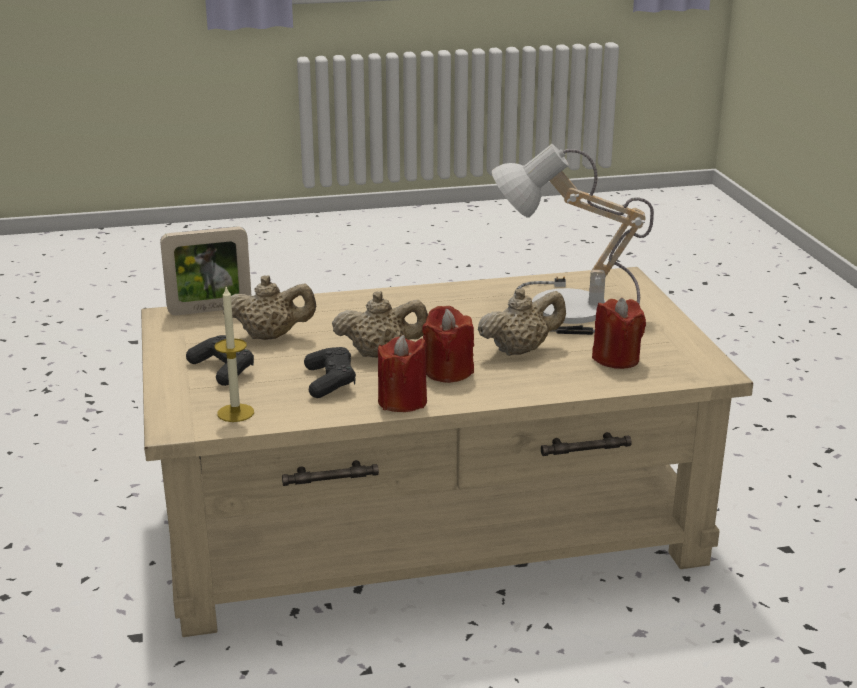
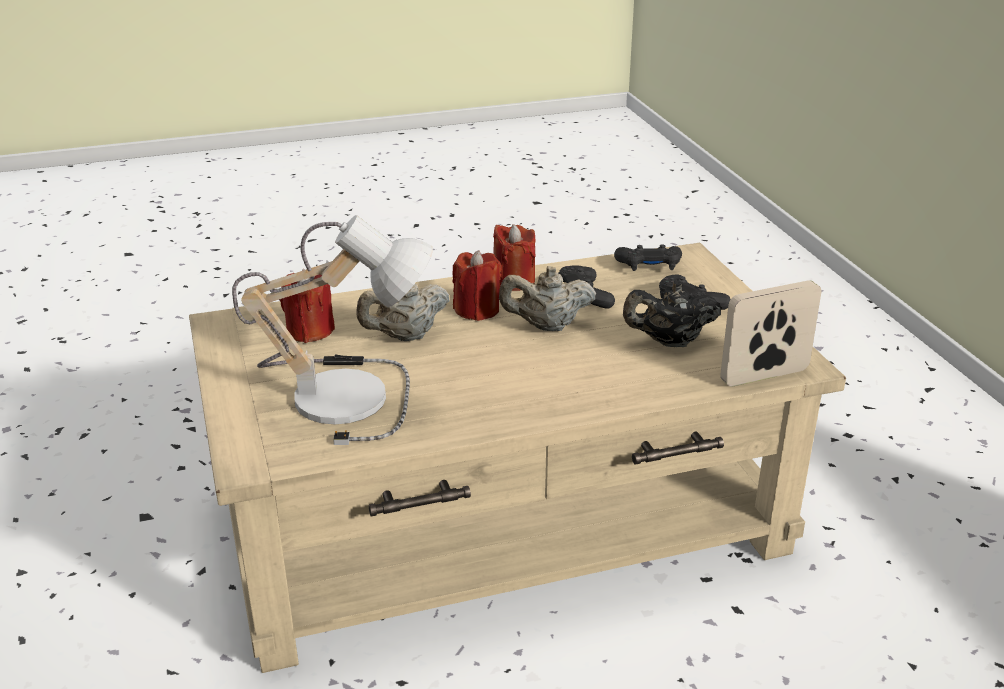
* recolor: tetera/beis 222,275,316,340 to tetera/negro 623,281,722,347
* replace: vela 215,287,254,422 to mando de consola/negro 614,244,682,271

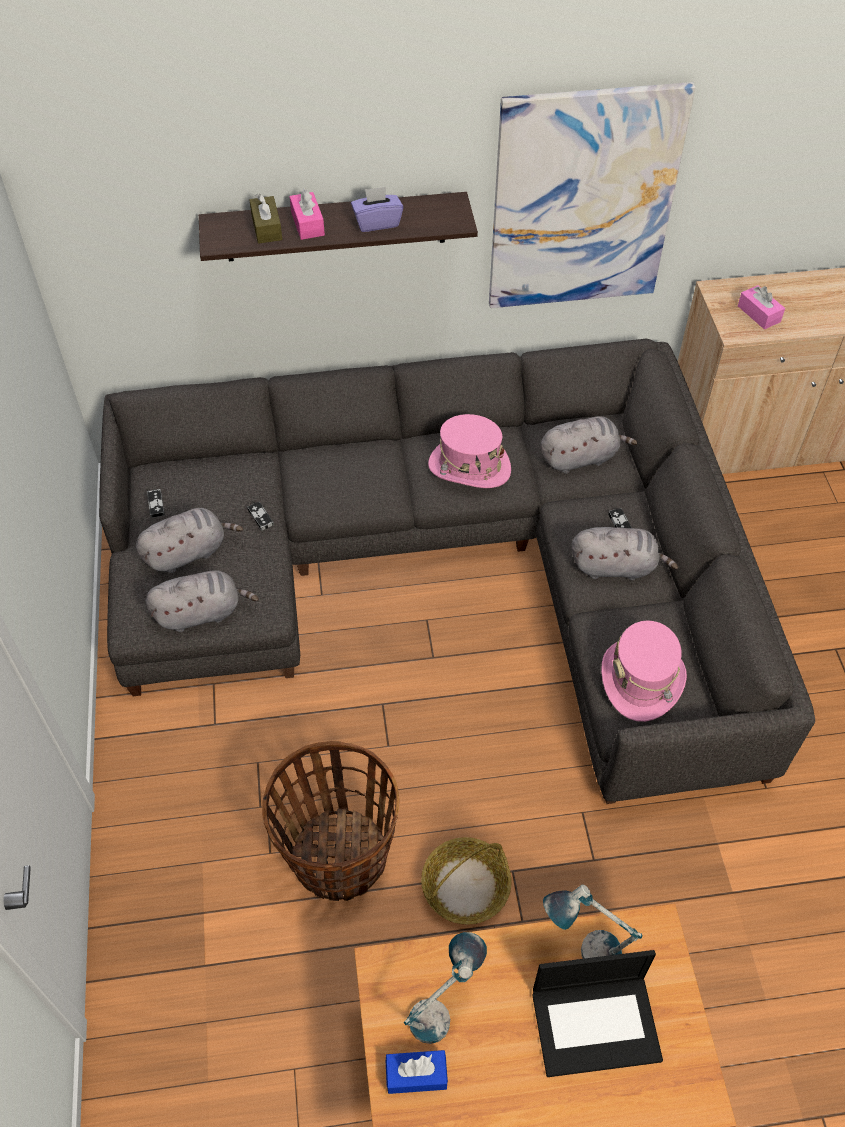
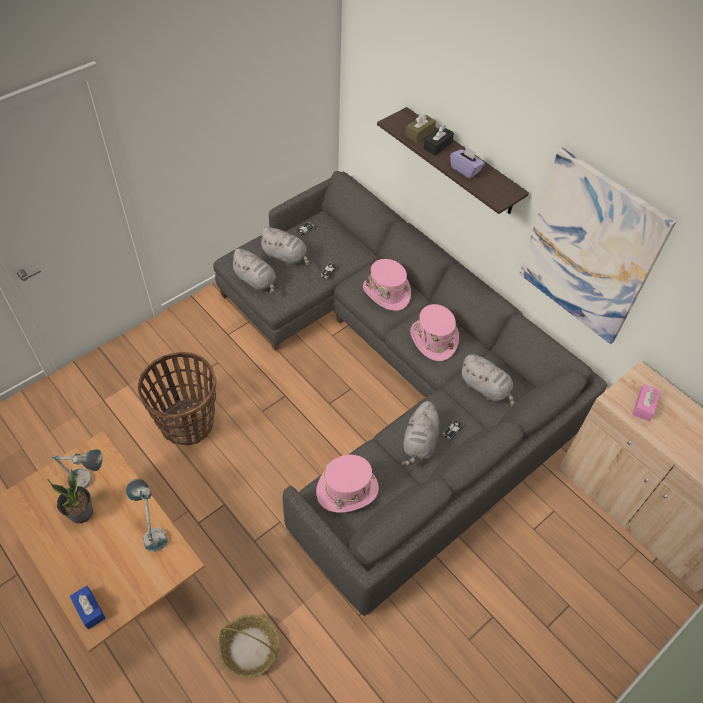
* recolor: caja de pañuelos/rosa 289,188,325,240 to caja de pañuelos/negro 423,125,454,156
* rotate: peluche/gris 572,527,679,580 = 402,401,440,466 45 degrees clockwise
* move: cesta 421,837,512,925 to 218,614,280,678
* delete: portátil 532,950,663,1077
* move: caja de pañuelos/azul 386,1050,448,1094 to 70,586,105,629
* insert: sombrero/rosa 363,259,411,311
* insert: planta en maceta 47,469,93,524

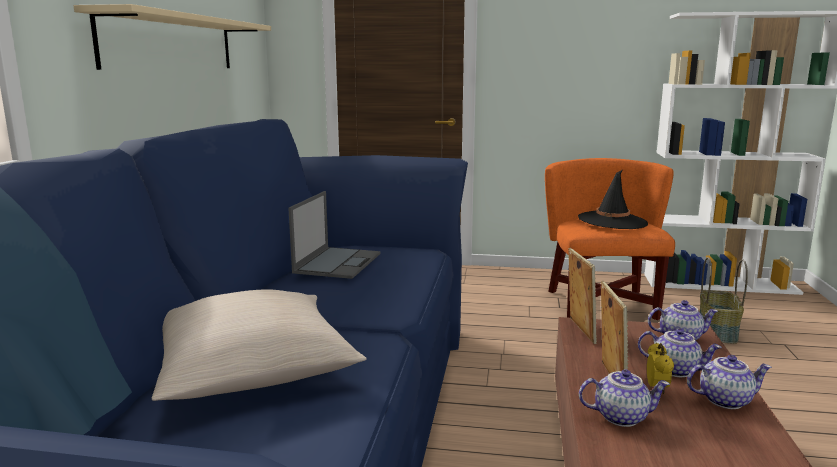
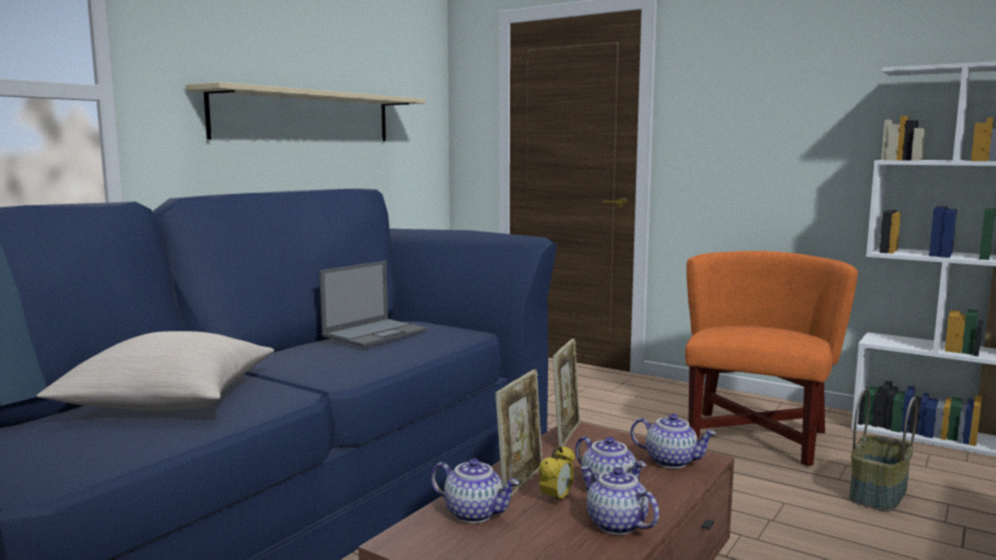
* delete: sombrero/negro 578,170,648,229
* rotate: tetera 687,355,772,409 = 581,466,659,535 150 degrees counterclockwise

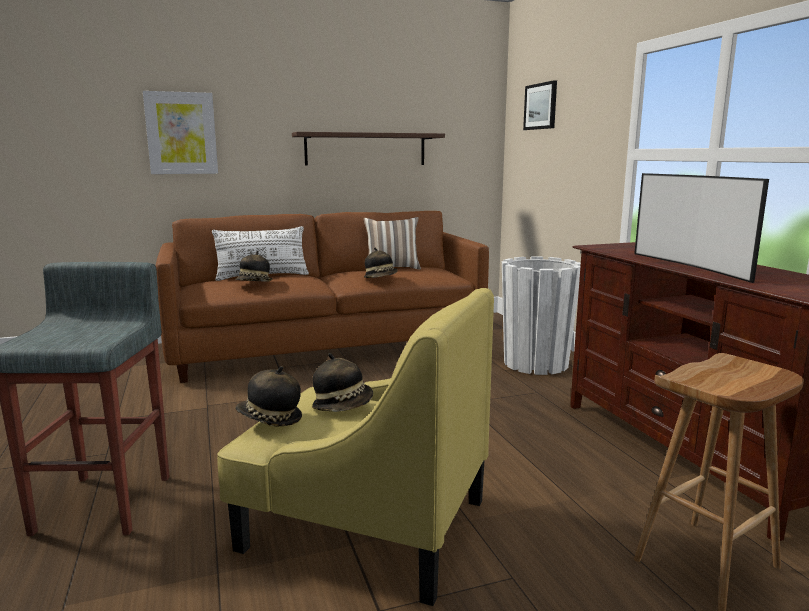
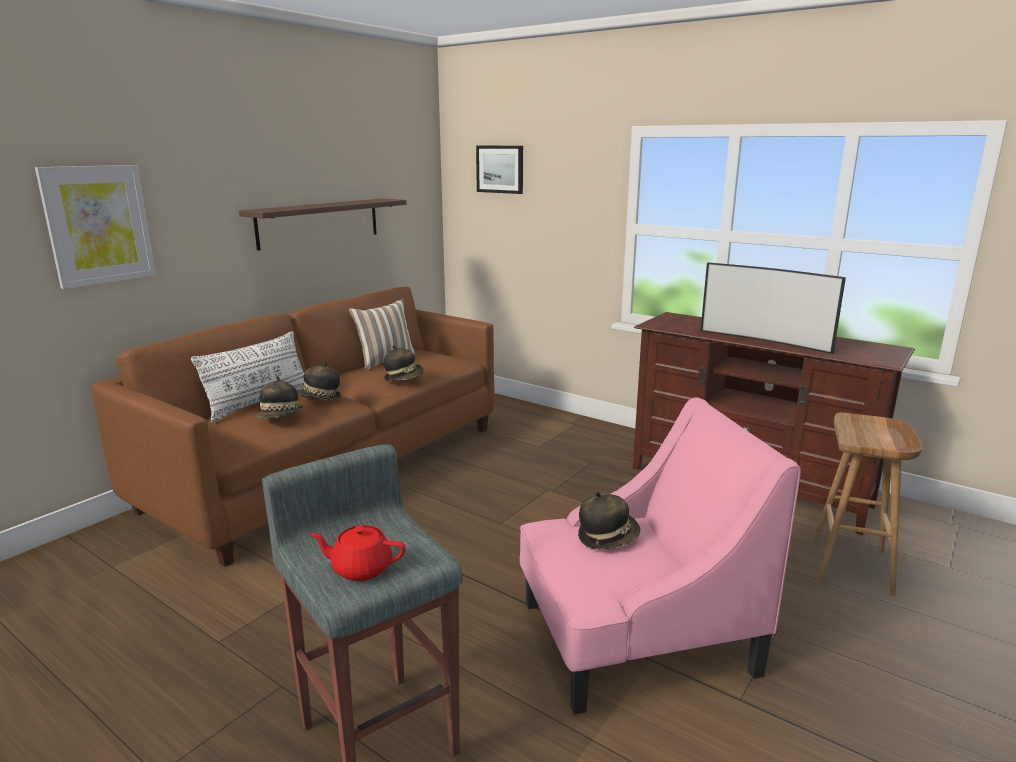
* delete: maceta/blanco 502,256,581,375
* recolor: sillón/amarillo 217,288,494,606 to sillón/rosa 520,397,801,715
* move: sombrero 235,366,302,427 to 297,362,341,400
* insert: tetera/rojo 310,525,406,581

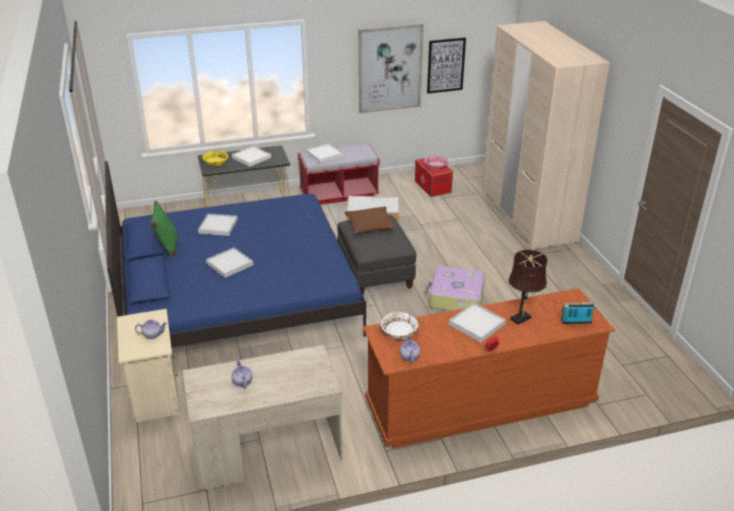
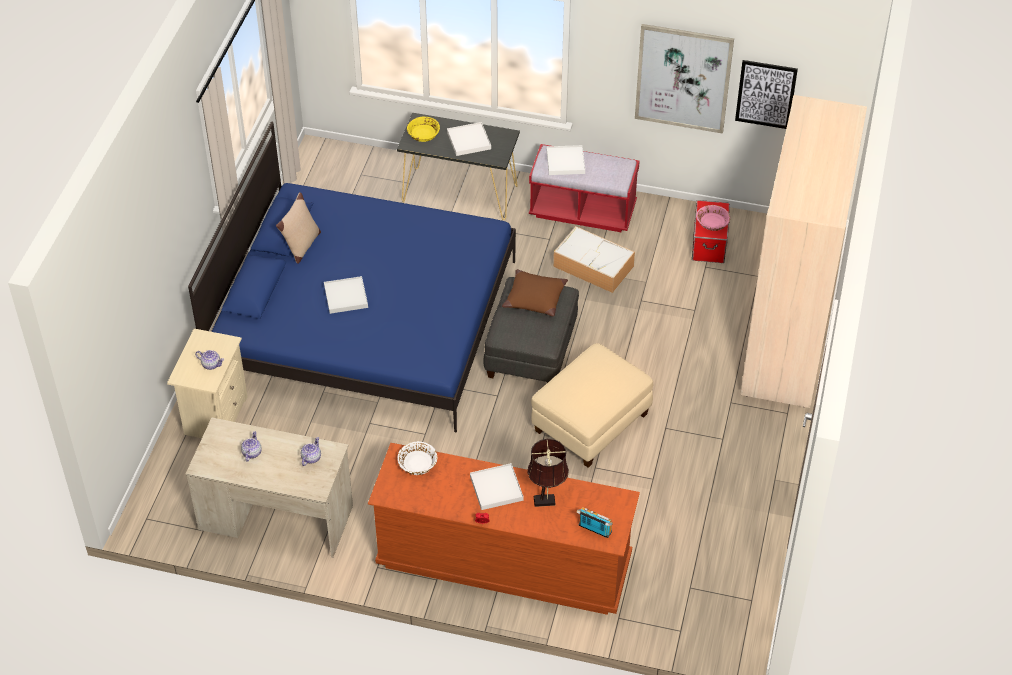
* recolor: cojín/verde 150,200,178,258 to cojín/beis 276,192,321,264
* delete: bandeja/blanco 198,214,238,236
* replace: maleta 425,266,485,311 to puf/beis 531,343,653,468
* move: tetera 400,335,420,363 to 301,437,321,466

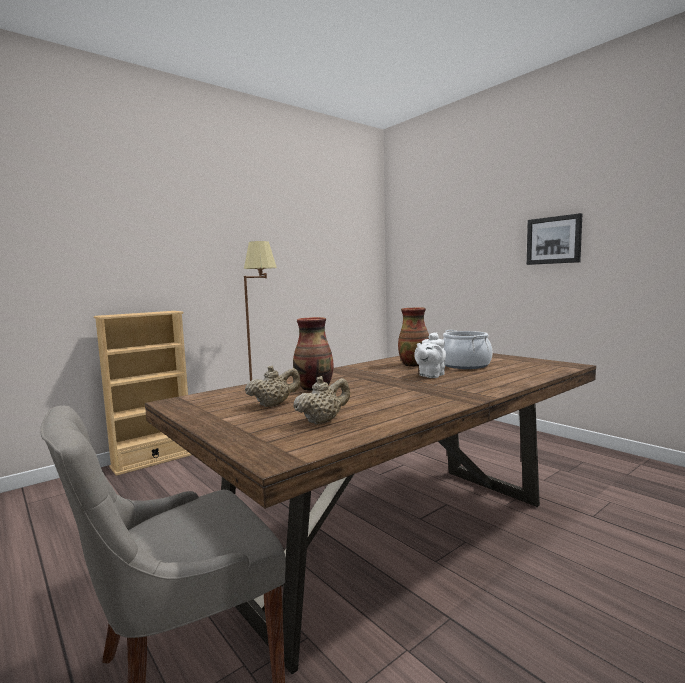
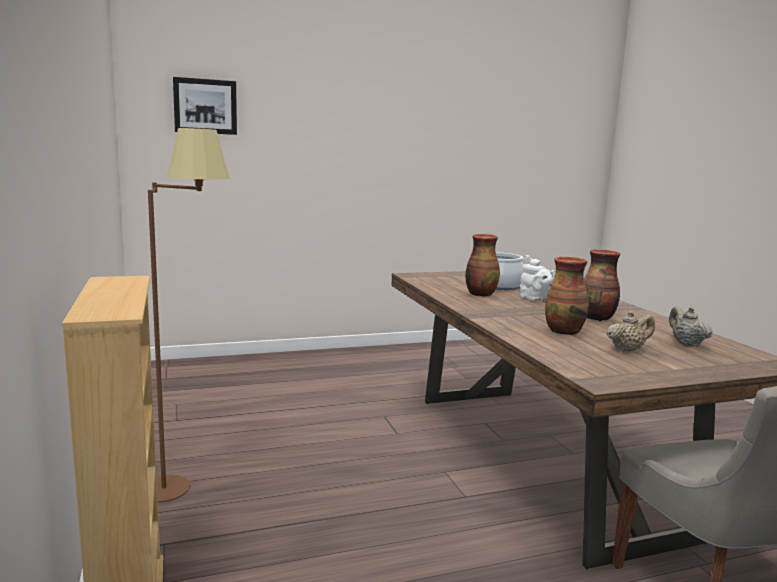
* move: cuadro 527,213,582,265 to 173,77,237,135
* rotate: tetera/beis 245,365,301,407 = 607,311,655,352 75 degrees clockwise
* insert: florero 584,250,620,321

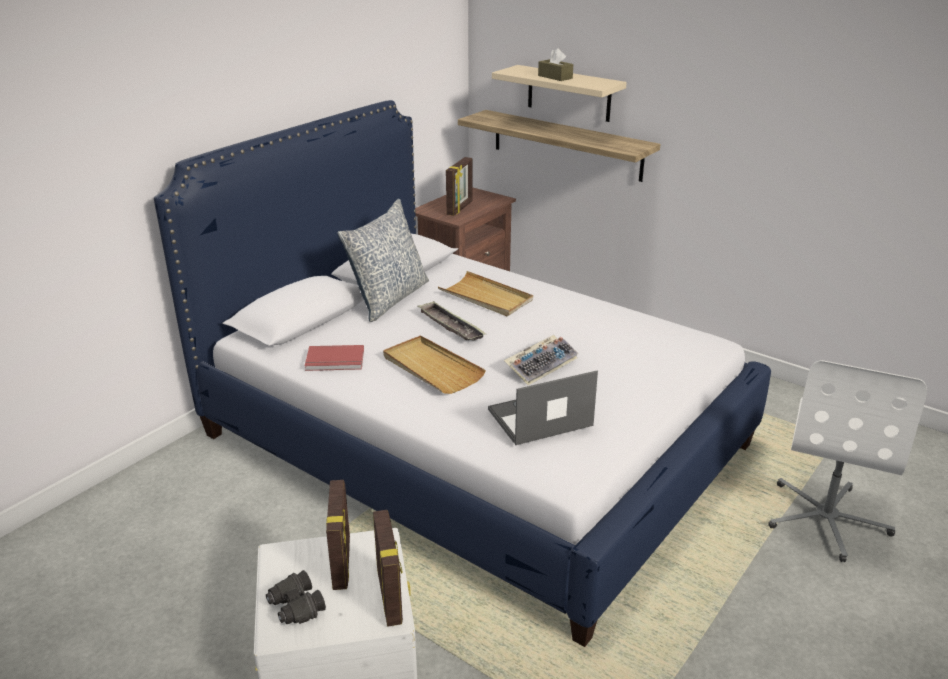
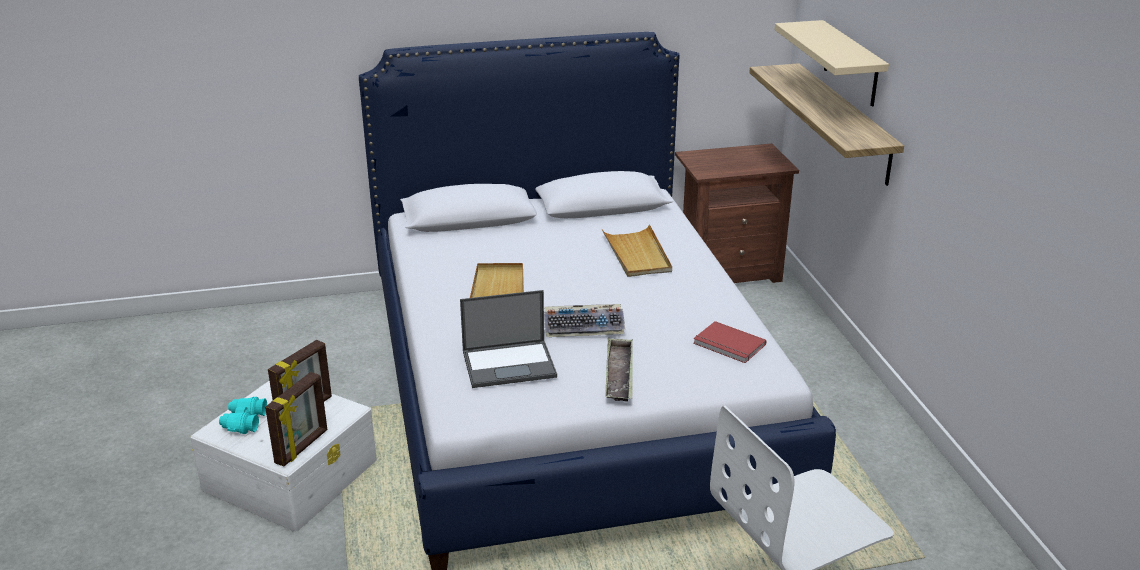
* delete: caja de pañuelos/marrón 538,48,573,81
* delete: portarretratos 446,157,472,216
* delete: cojín 337,199,429,322
* move: bandeja 417,301,487,340 to 605,338,633,402
* move: libro/rojo 305,345,364,371 to 693,321,766,363
* rotate: portátil 488,371,598,445 = 460,290,557,388 150 degrees clockwise
* recolor: prismáticos/negro 266,570,326,624 to prismáticos/turquesa 219,397,267,434

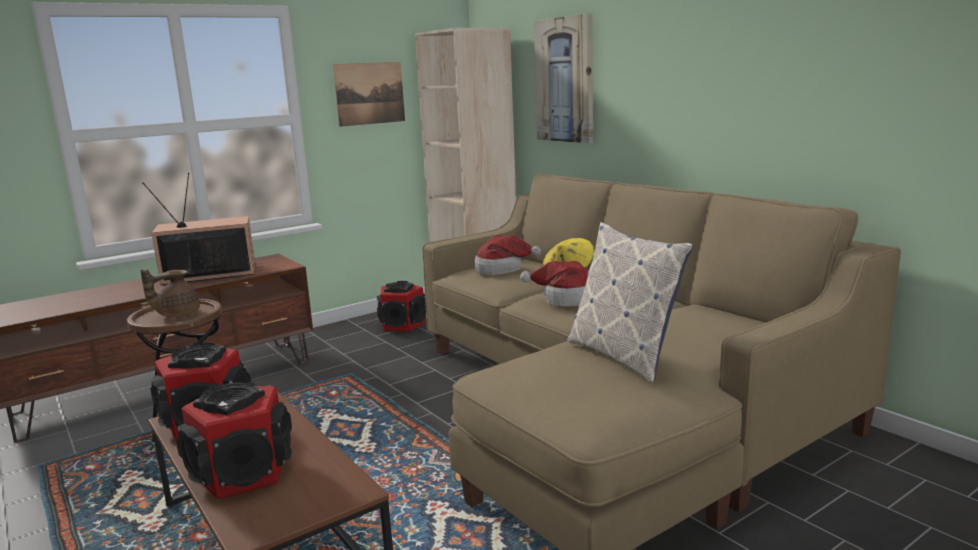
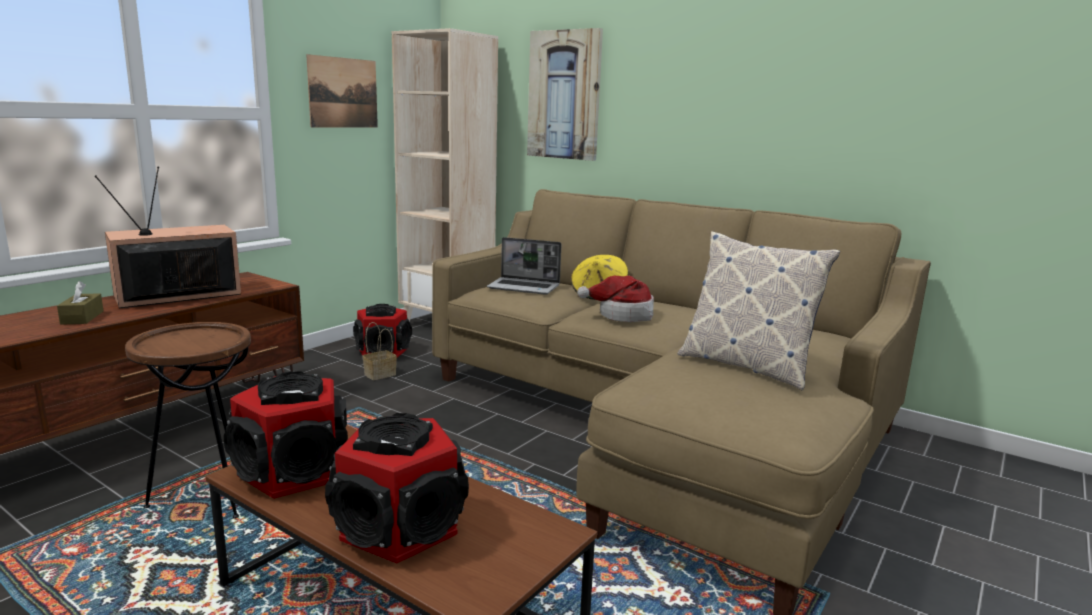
* replace: sombrero 475,235,541,275 to portátil 487,237,561,295
* delete: tetera/marrón 140,270,200,317
* insert: caja de pañuelos/marrón 57,281,104,325
* insert: cesta 363,322,397,380

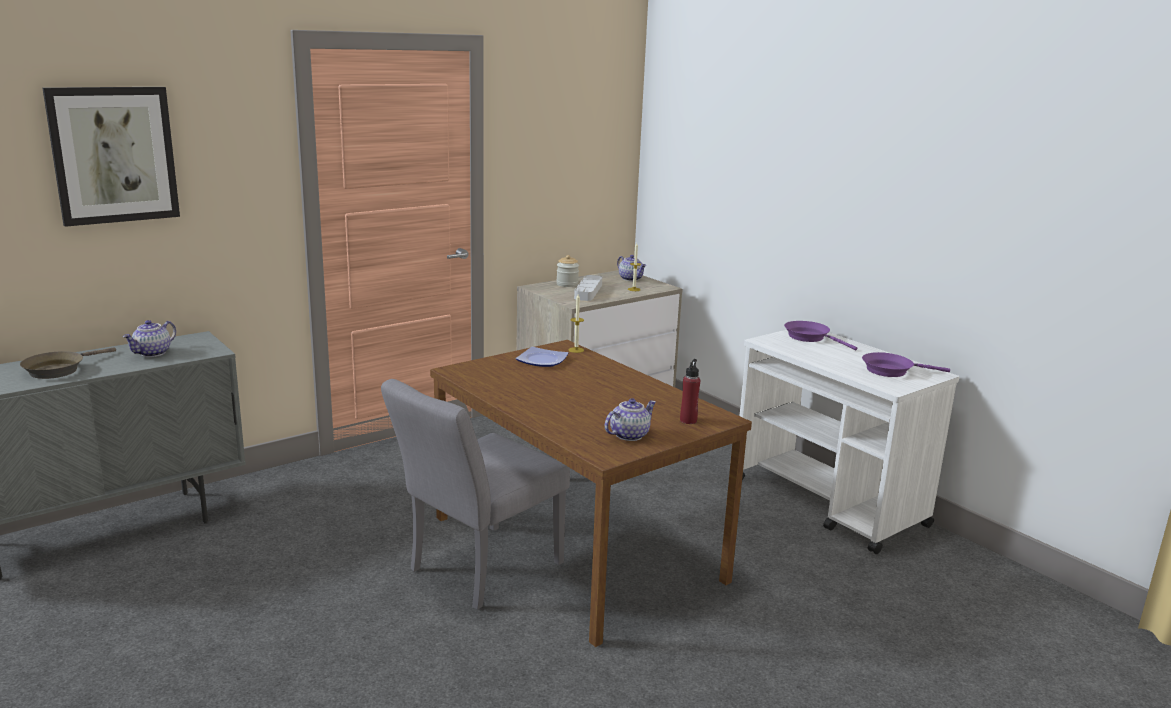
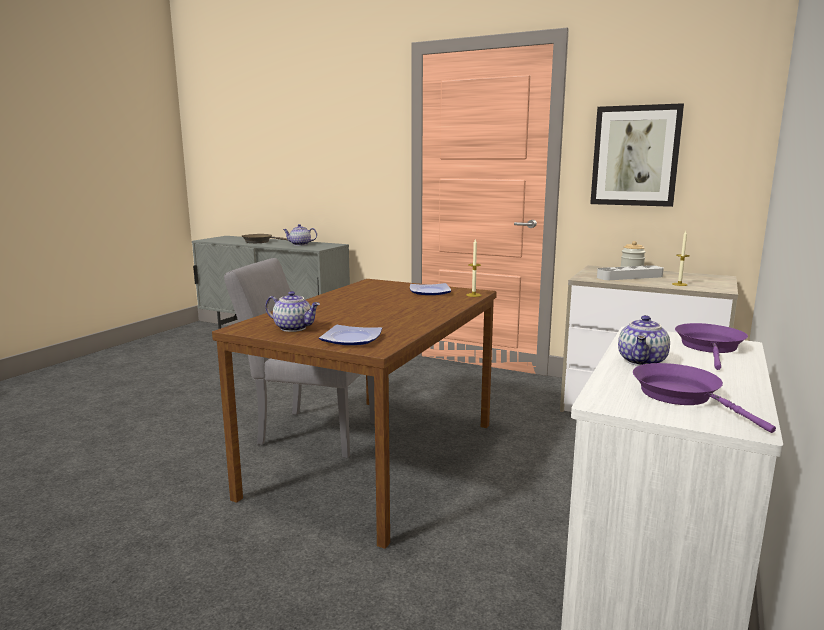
* move: cuadro 42,87,180,227 to 590,103,684,207
* move: tetera 617,255,646,281 to 618,315,670,366
* replace: botella/rojo 680,359,700,424 to plato 319,325,382,345

